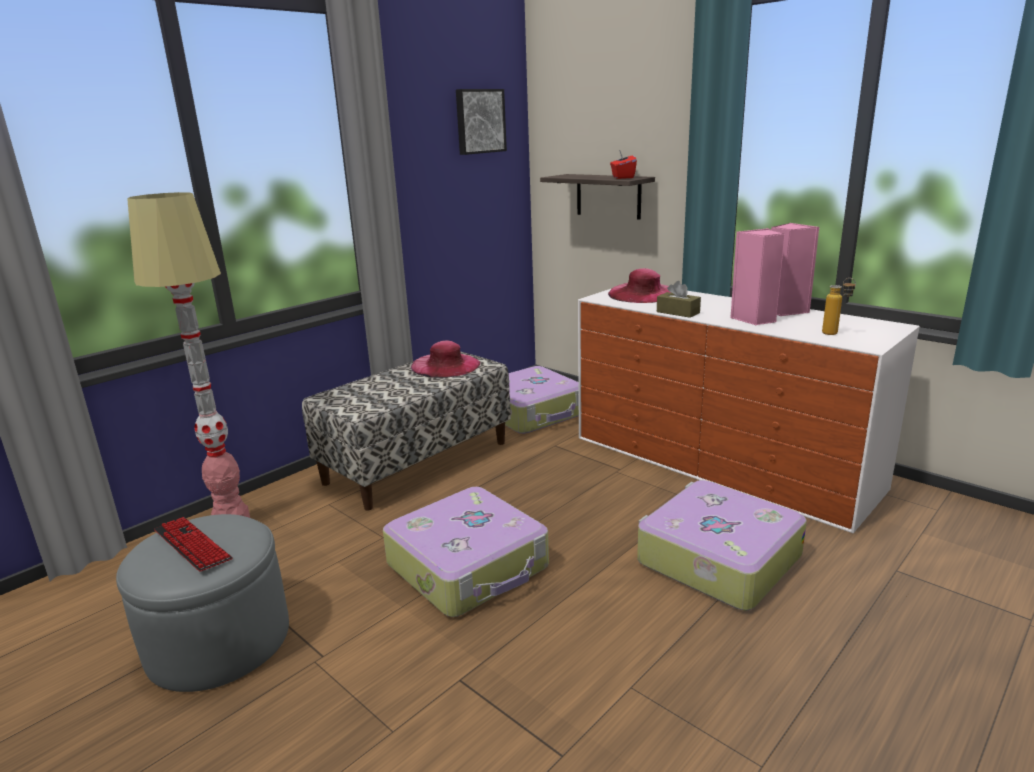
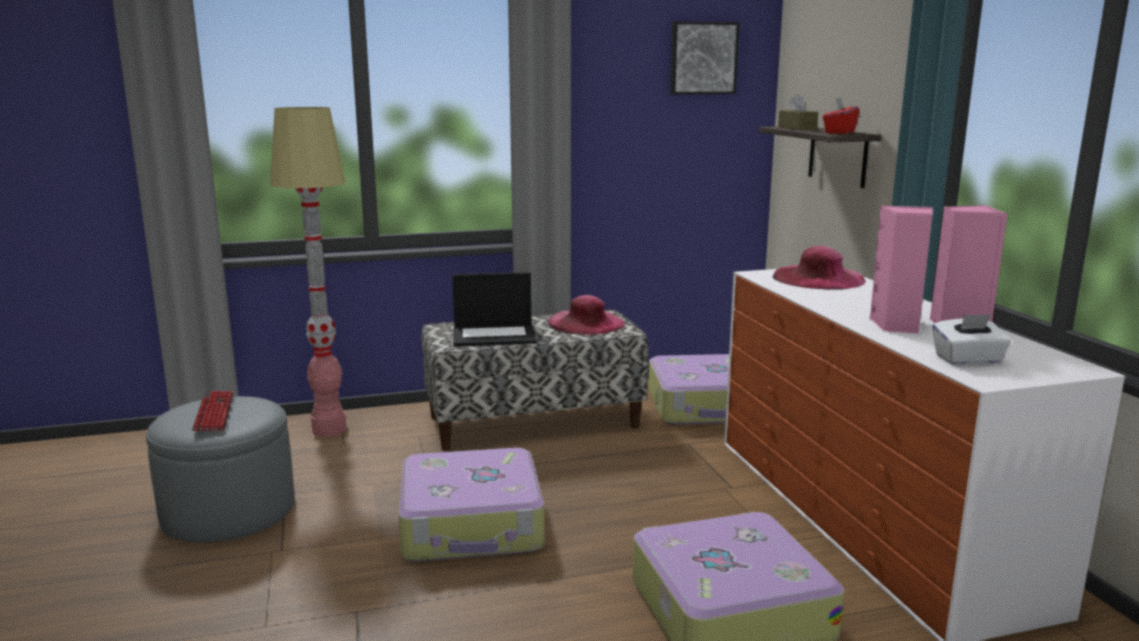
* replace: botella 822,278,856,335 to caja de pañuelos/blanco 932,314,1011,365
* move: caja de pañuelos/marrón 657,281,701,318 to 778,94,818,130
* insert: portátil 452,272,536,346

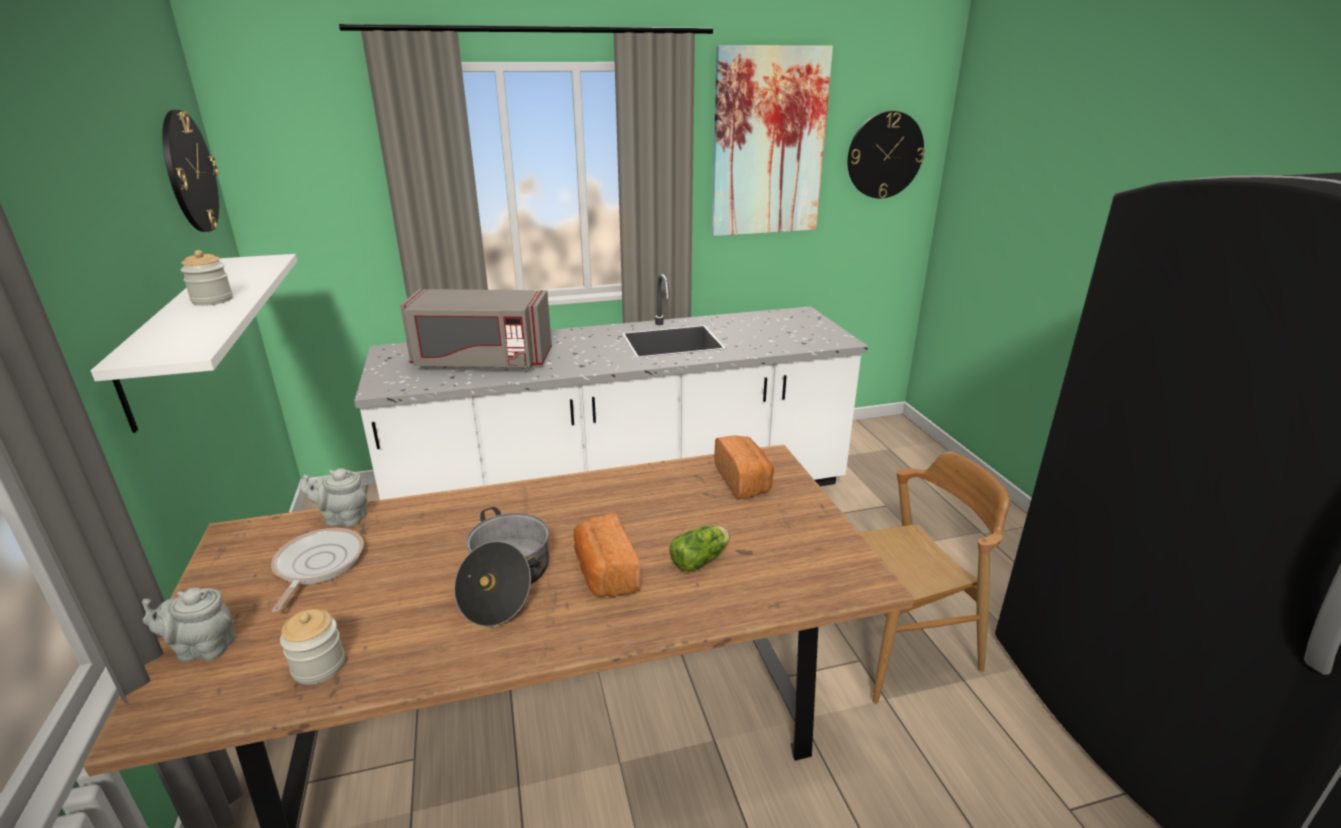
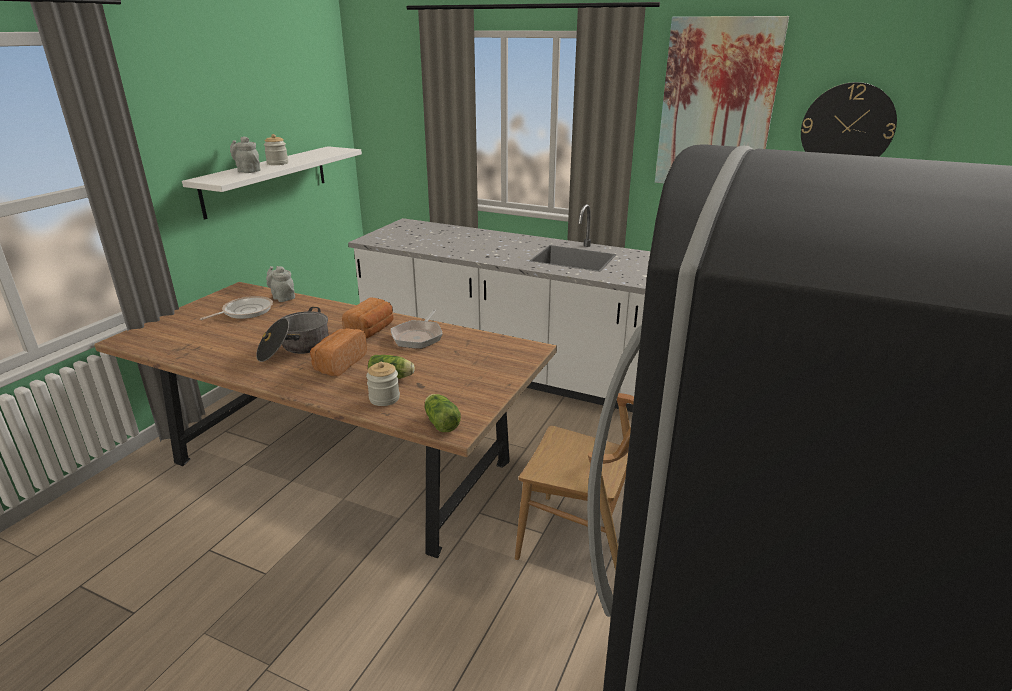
* delete: reloj de pared 162,110,219,232
* delete: microondas/gris 400,289,552,368
* move: pan 715,435,774,499 to 342,298,393,338
* move: tetera/gris 142,587,235,662 to 230,136,260,173
* move: tarro 280,609,345,685 to 366,362,400,406
* insert: sartén 391,309,442,349
* insert: lechuga 425,394,461,432

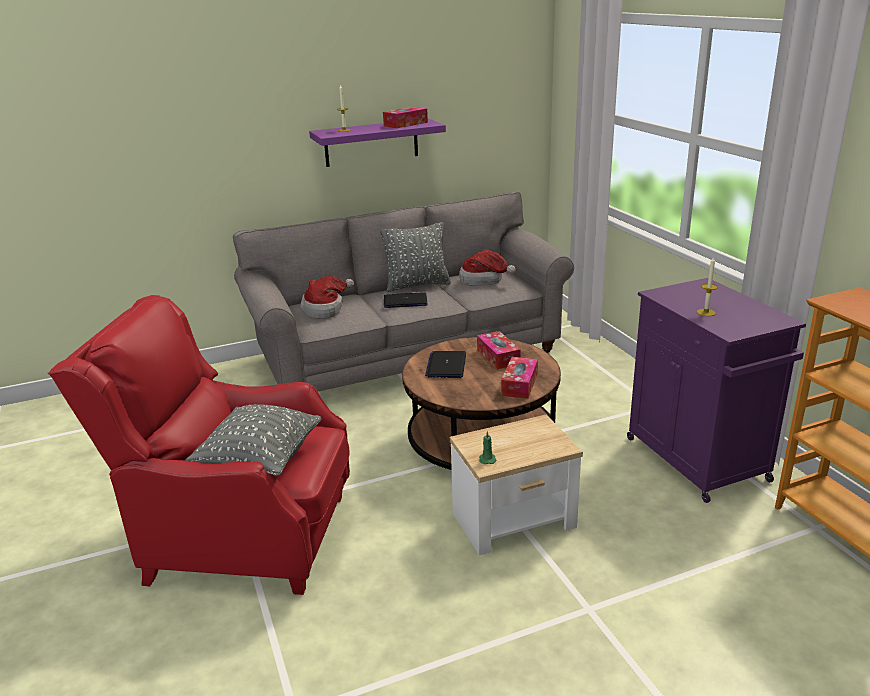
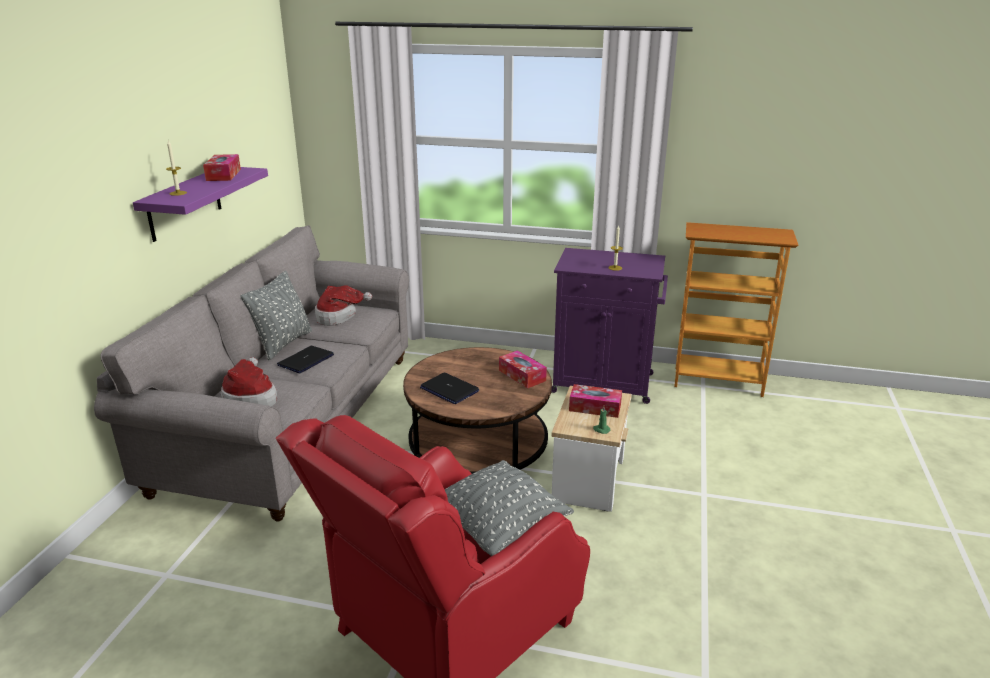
* move: caja de pañuelos 477,331,521,369 to 569,384,622,418

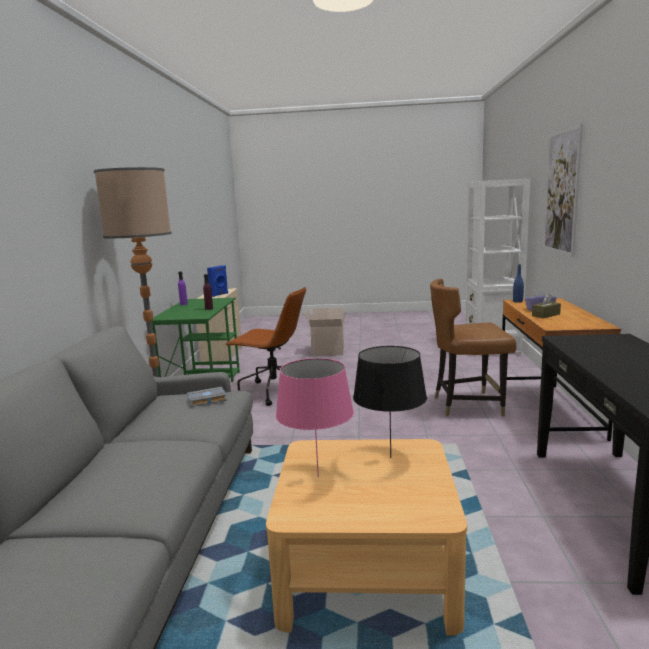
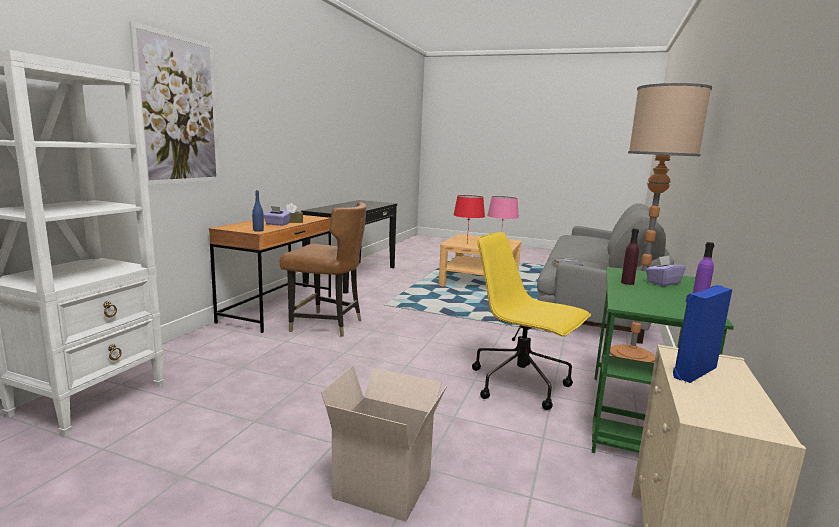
* recolor: silla de oficina/marrón 225,287,306,406 to silla de oficina/amarillo 472,232,591,410
* recolor: lámpara de mesa/negro 353,346,427,458 to lámpara de mesa/rojo 453,195,485,243
* insert: caja de pañuelos/morado 646,256,686,286

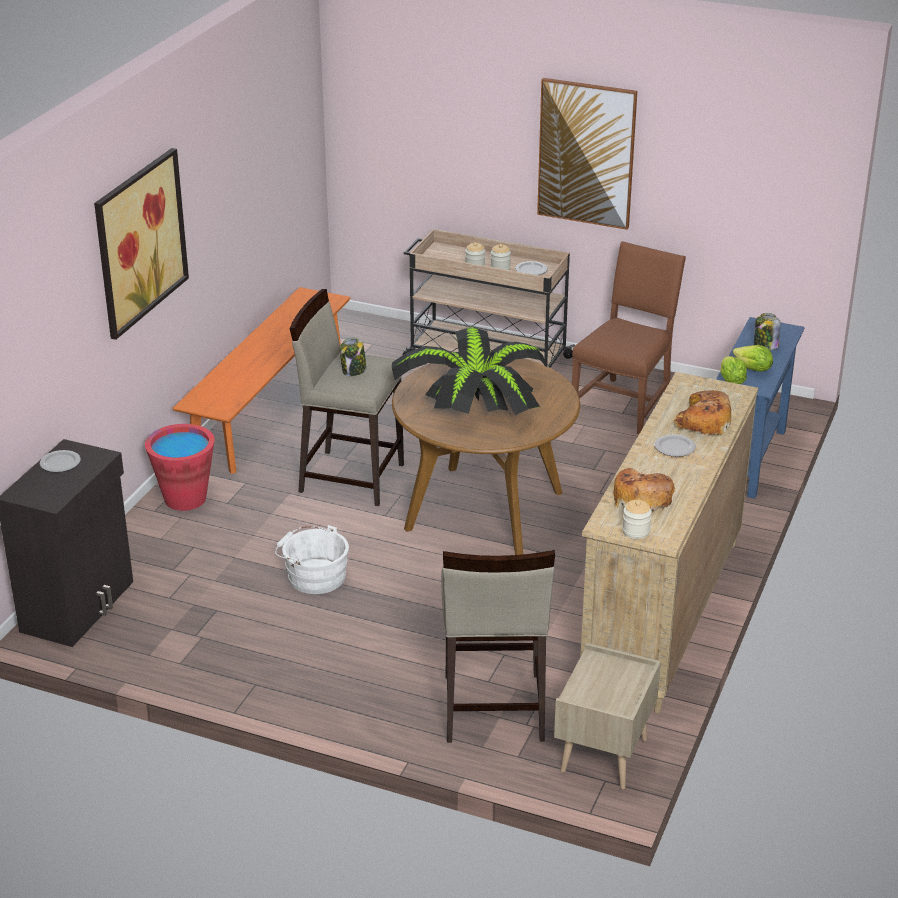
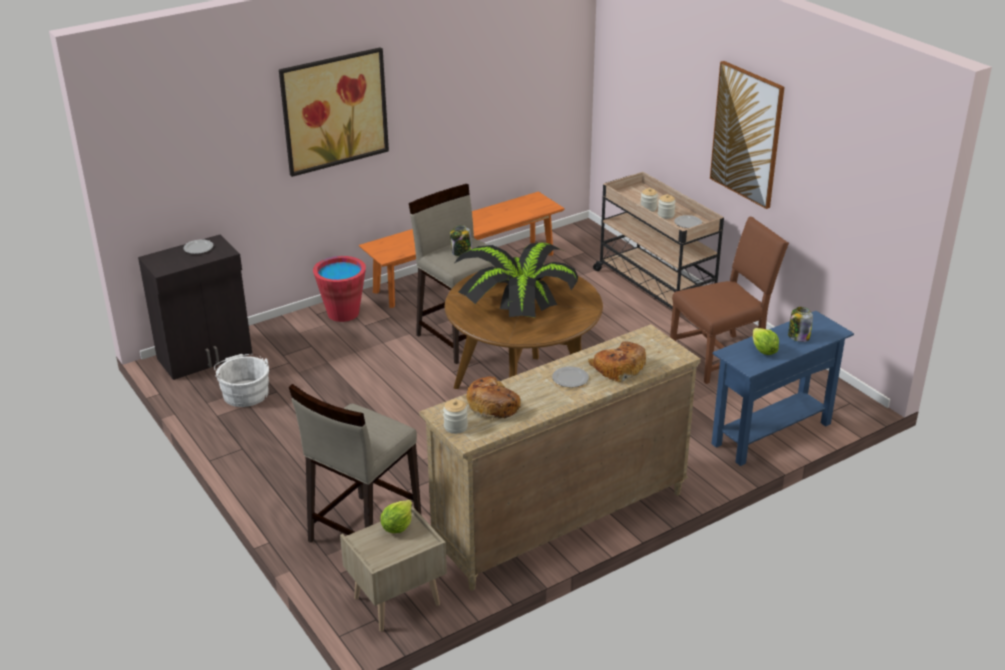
* move: lechuga 720,356,747,384 to 380,500,412,533
* move: cubo/blanco 275,525,349,594 to 214,354,269,407

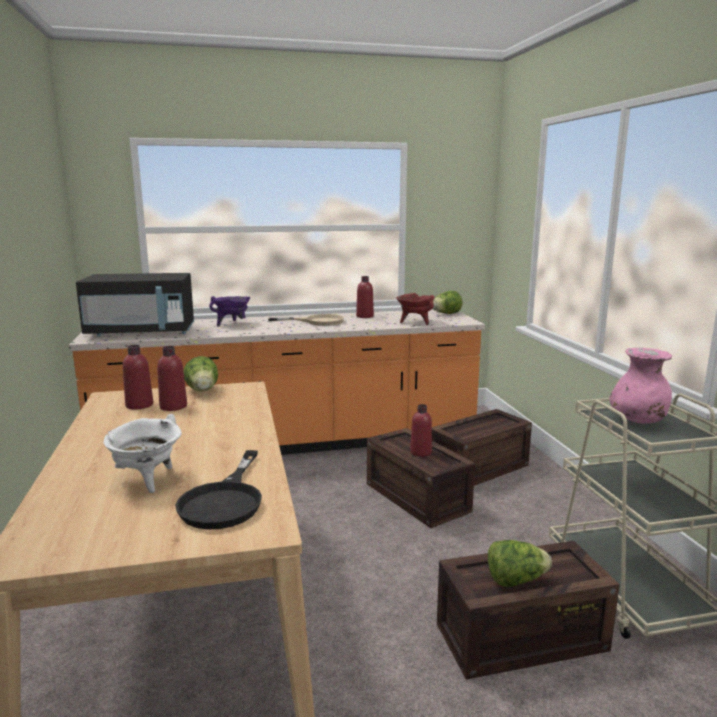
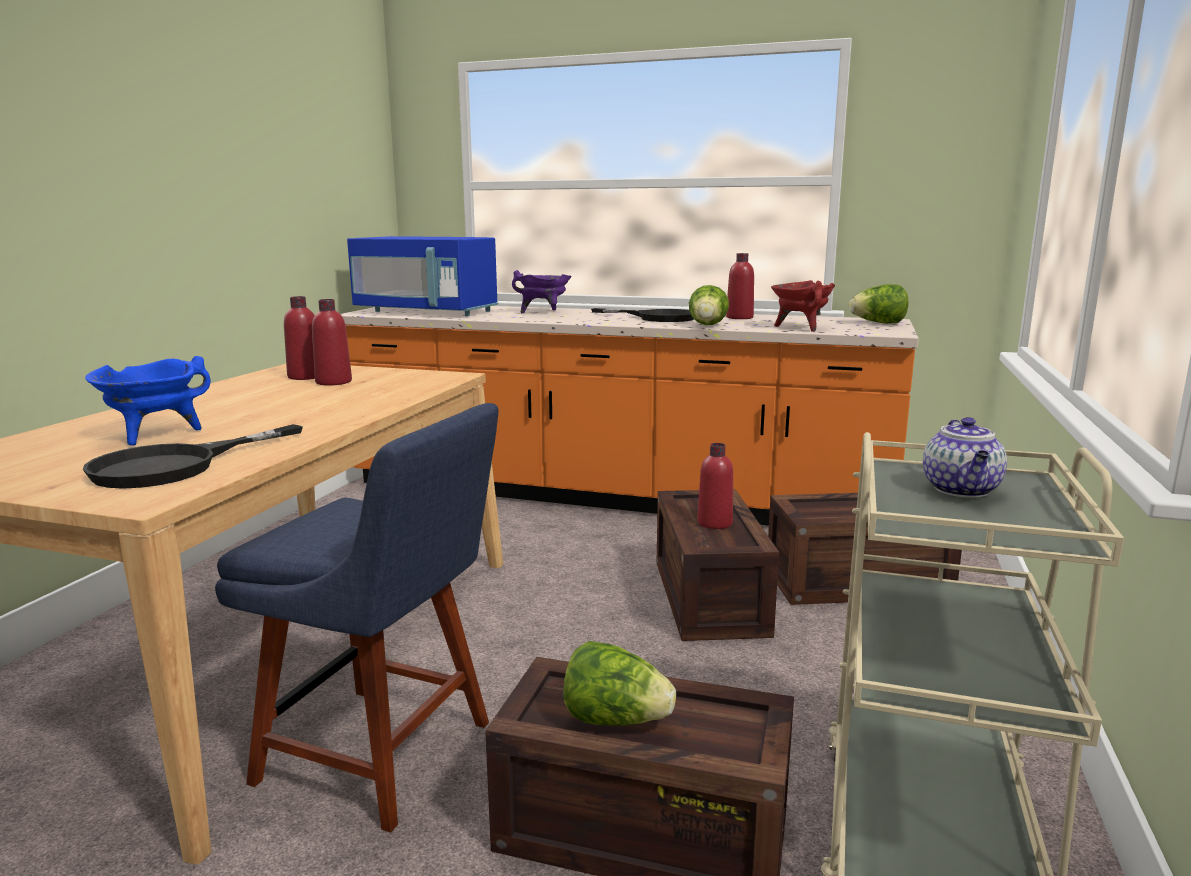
* recolor: microondas/negro 76,273,194,336 to microondas/azul 347,236,498,316
* recolor: sartén/beis 268,314,344,326 to sartén/negro 591,308,694,322
* replace: florero/rosa 609,348,672,424 to tetera 923,417,1007,498
* move: lechuga 183,356,218,392 to 689,285,729,325
* recolor: olla/blanco 103,414,182,493 to olla/azul 85,356,211,446
* insert: silla/azul 215,403,499,833

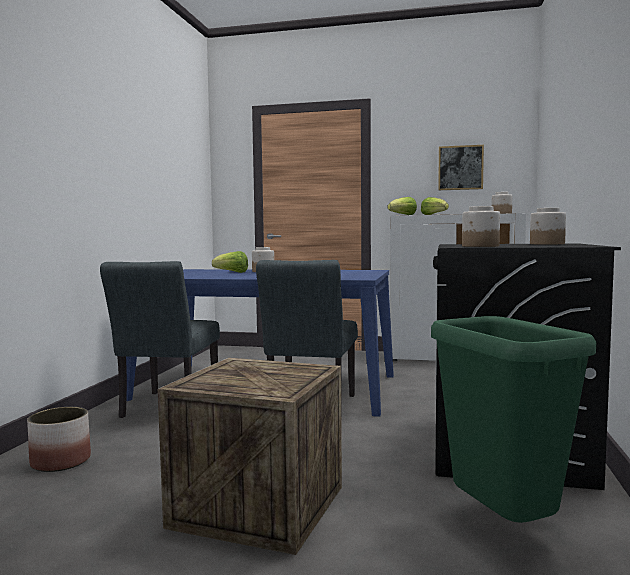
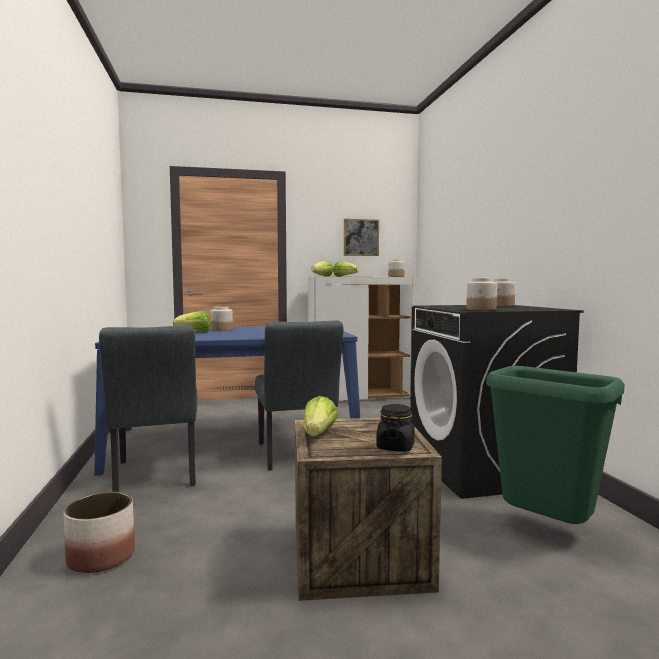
* insert: lechuga 304,396,338,436
* insert: tarro/negro 376,404,415,452

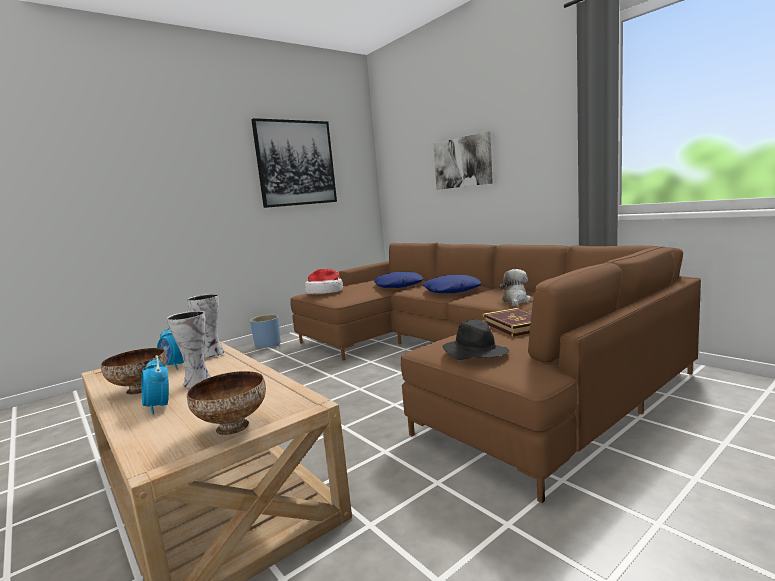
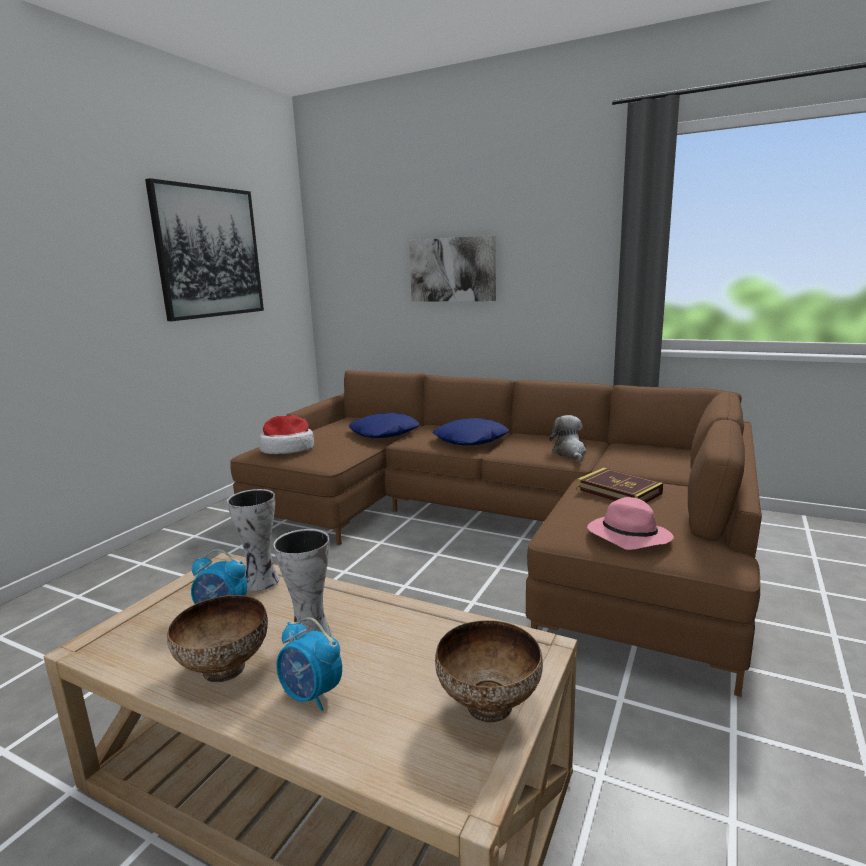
* delete: maceta/azul 250,315,281,349
* recolor: sombrero/negro 442,319,509,360 to sombrero/rosa 587,497,674,550

